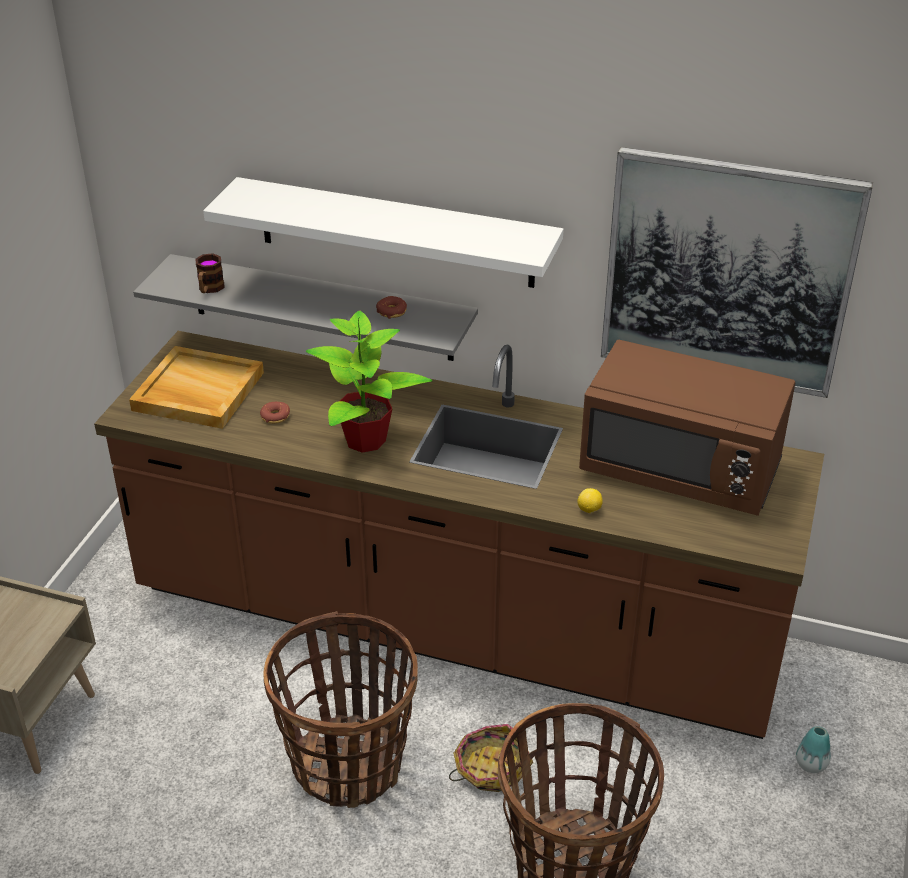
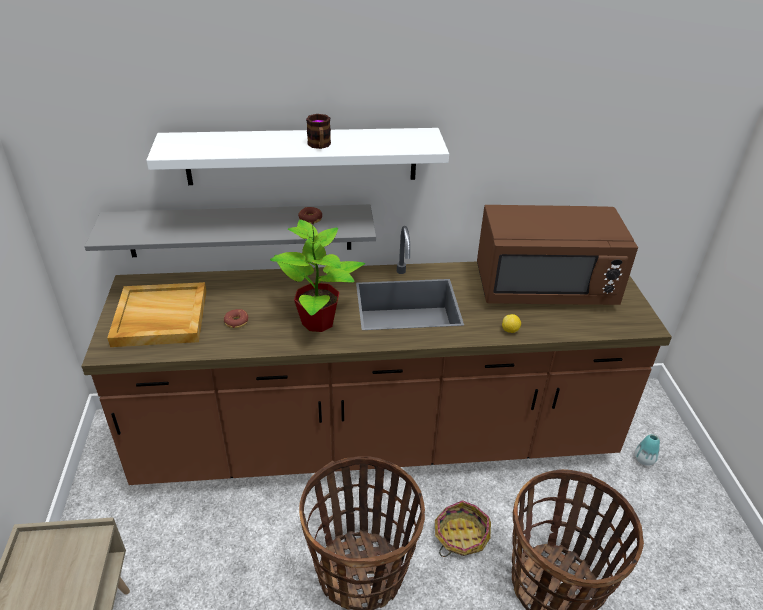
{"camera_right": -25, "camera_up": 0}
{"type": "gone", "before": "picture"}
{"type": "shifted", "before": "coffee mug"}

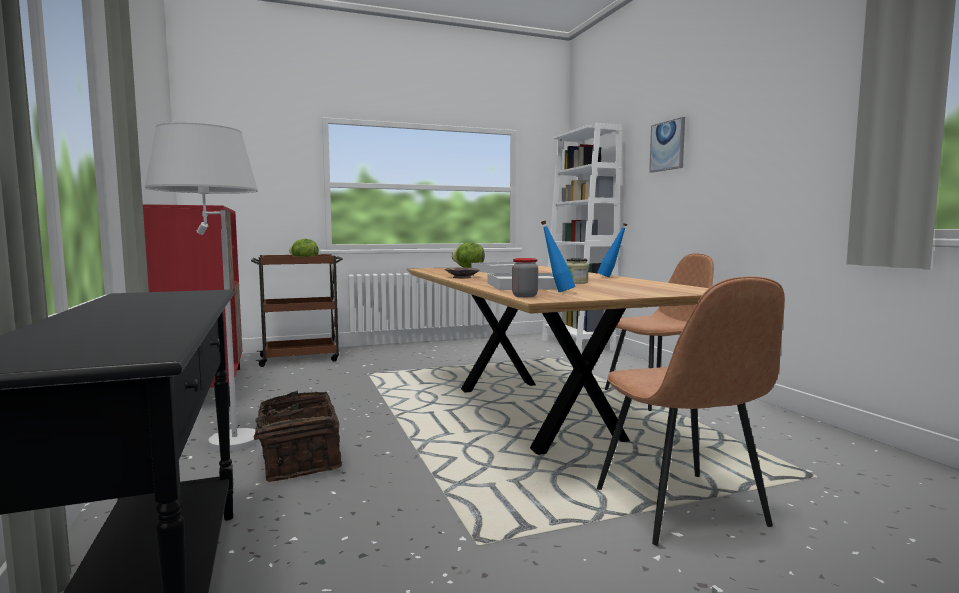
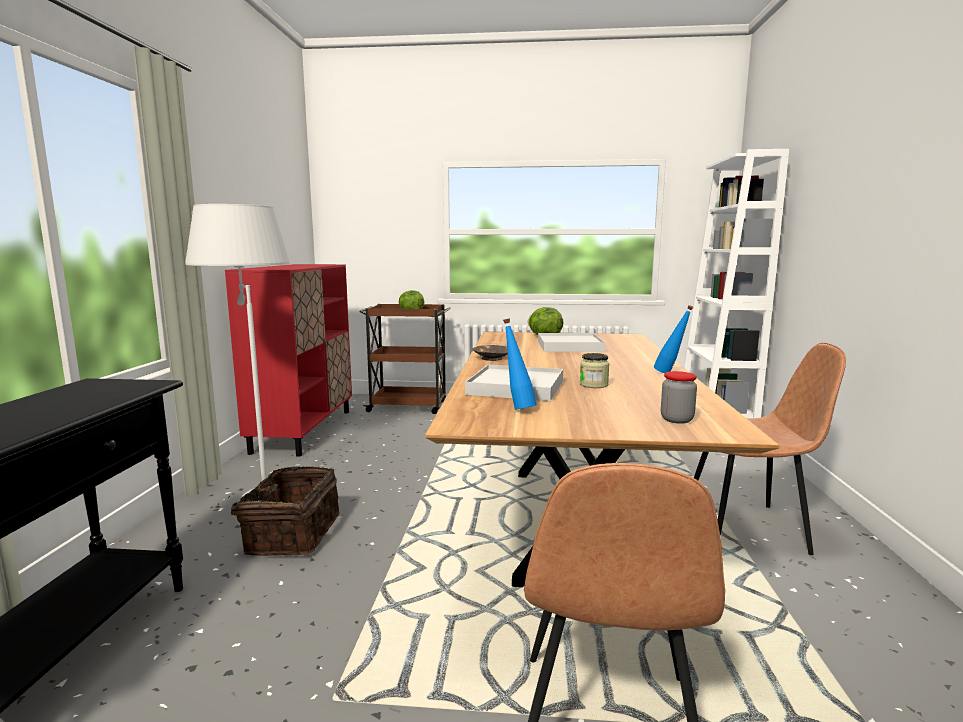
{"camera_right": 25, "camera_up": 5}
{"type": "gone", "before": "picture"}
{"type": "shifted", "before": "jar (no. 1 from left in the first image)", "after": "jar (no. 2 from left)"}

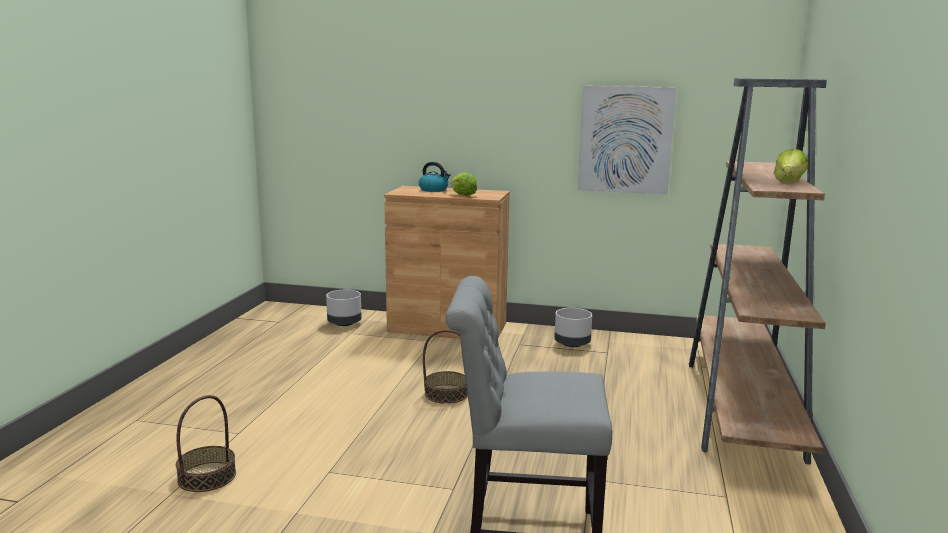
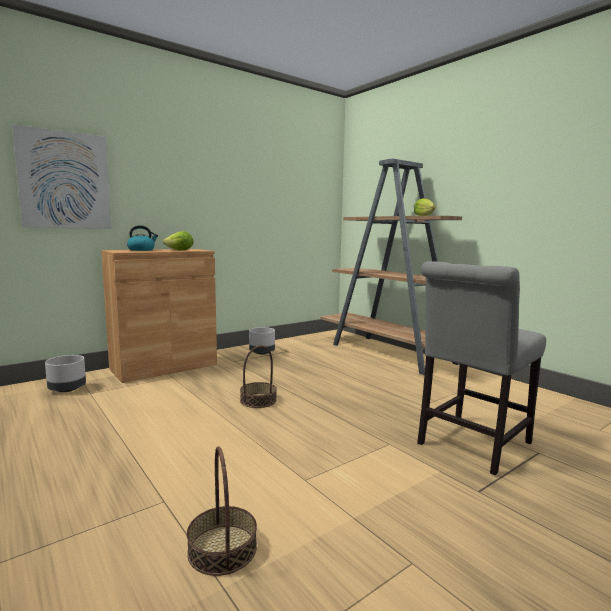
{"camera_right": -50, "camera_up": -5}
{"type": "shifted", "before": "picture"}

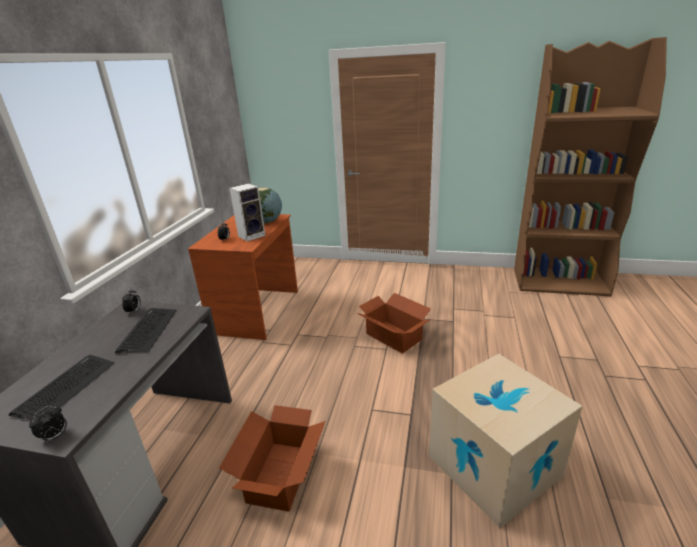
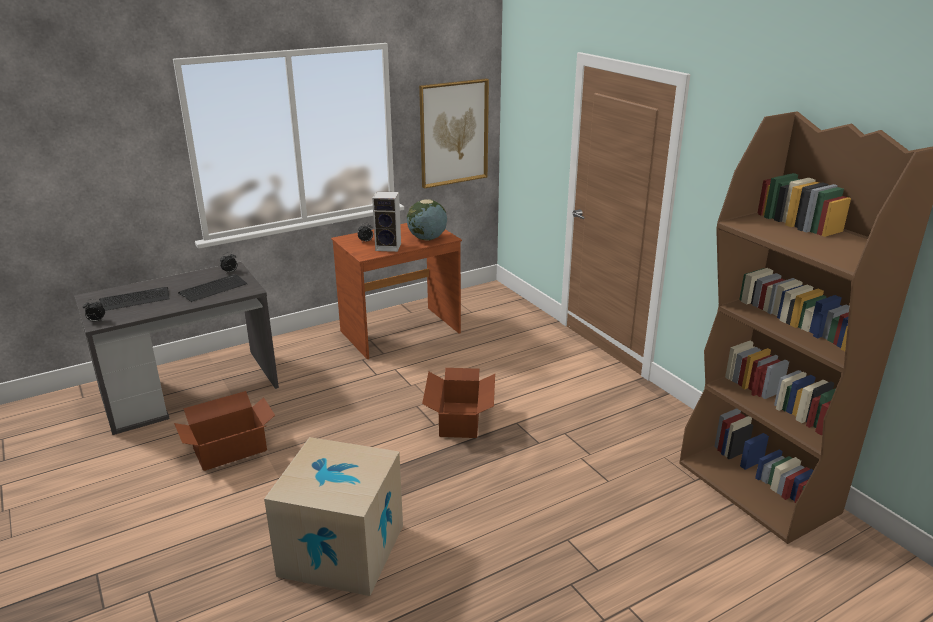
{"camera_right": 45, "camera_up": 0}
{"type": "new", "after": "picture"}

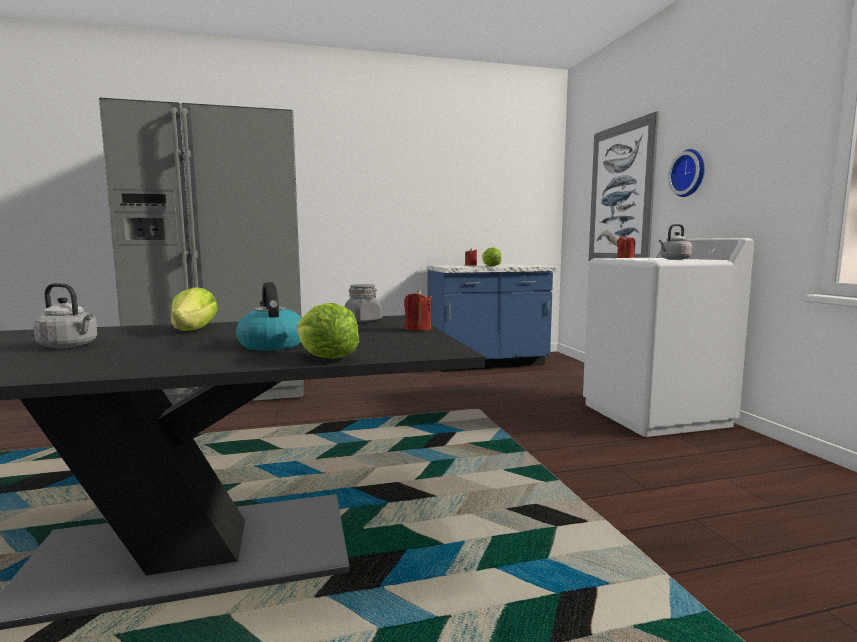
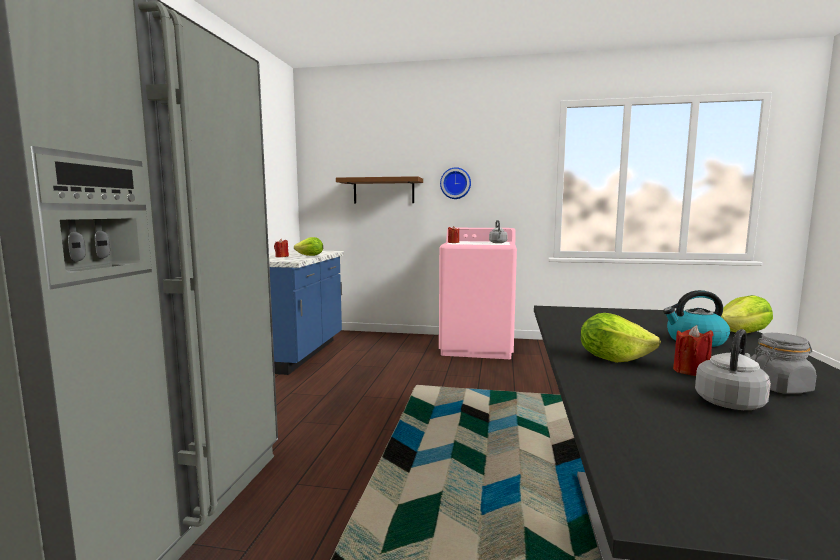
{"camera_right": -65, "camera_up": 0}
{"type": "swapped", "before": "picture", "after": "brown-coloured bracket shelf"}
{"type": "repainted", "before": "white-coloured washing machine", "after": "pink-coloured washing machine"}
{"type": "shifted", "before": "greyish jar"}
{"type": "shifted", "before": "red wax light (no. 1 from left in the first image)", "after": "red wax light (no. 3 from left)"}

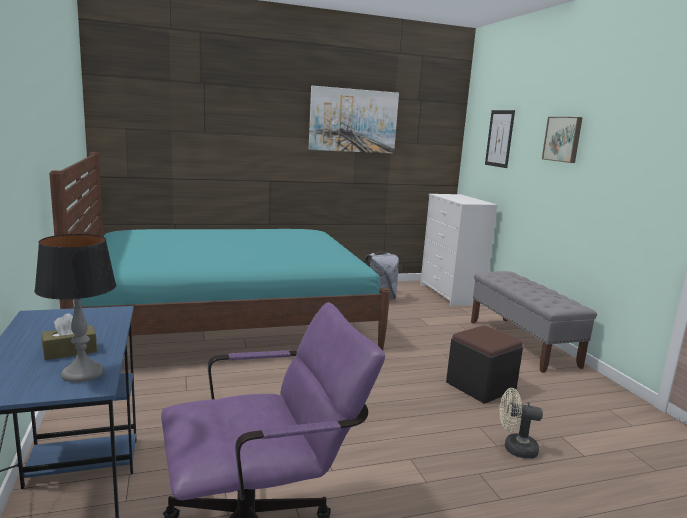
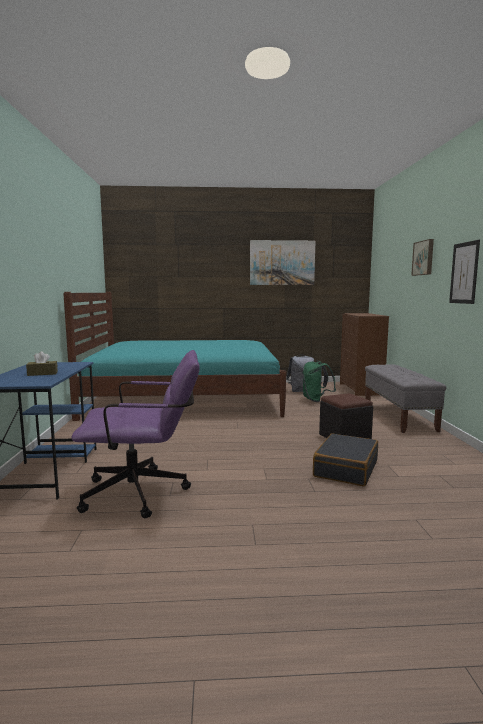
{"camera_right": 15, "camera_up": -5}
{"type": "shifted", "before": "picture (no. 2 from left in the first image)", "after": "picture (no. 3 from left)"}
{"type": "repainted", "before": "white-coloured chest of drawers", "after": "brown-coloured chest of drawers"}
{"type": "gone", "before": "lamp for a table"}
{"type": "swapped", "before": "sand-coloured fan", "after": "black-coloured travel case"}
{"type": "new", "after": "green-coloured rucksack"}

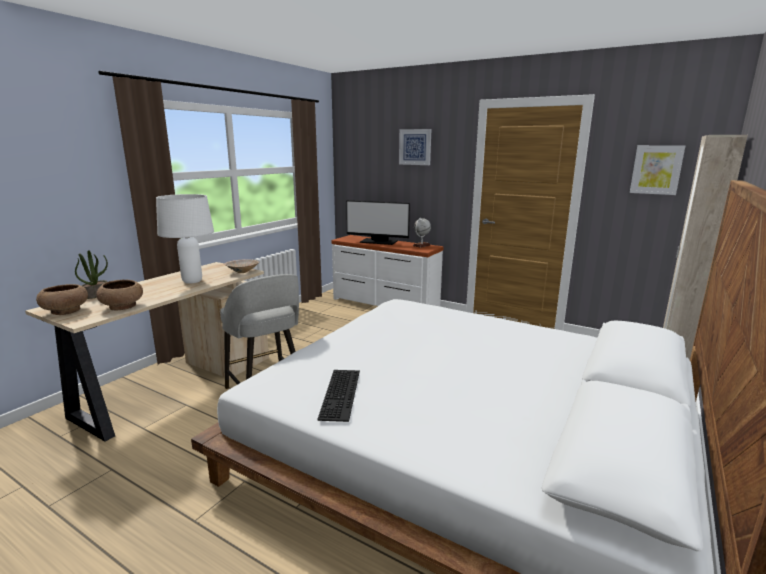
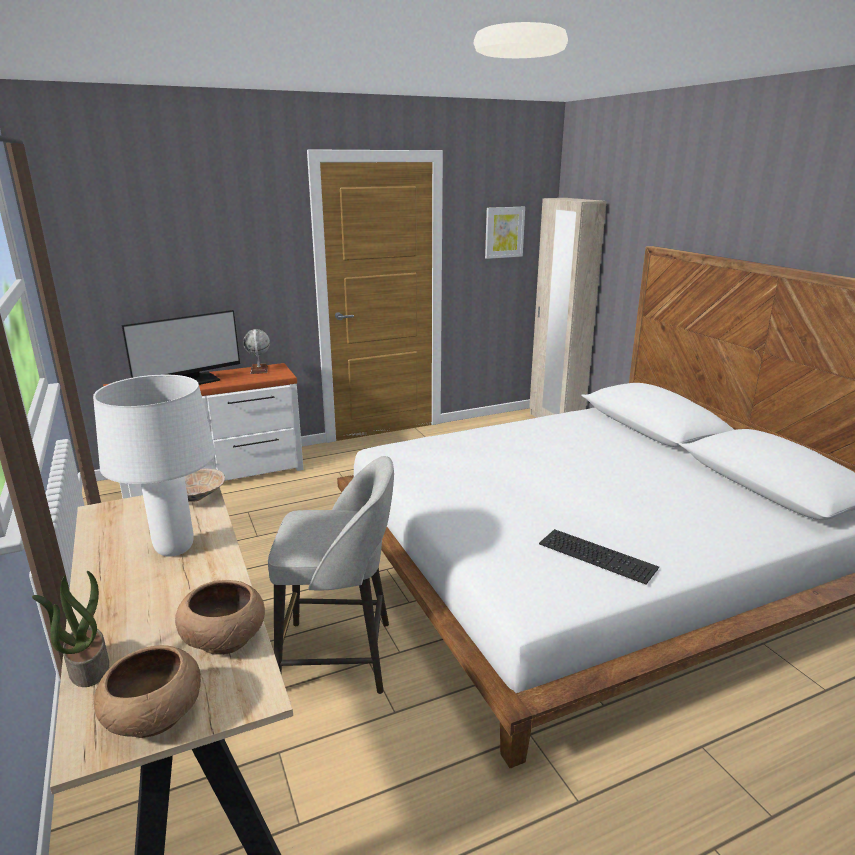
{"camera_right": -55, "camera_up": 5}
{"type": "gone", "before": "picture (no. 1 from left)"}

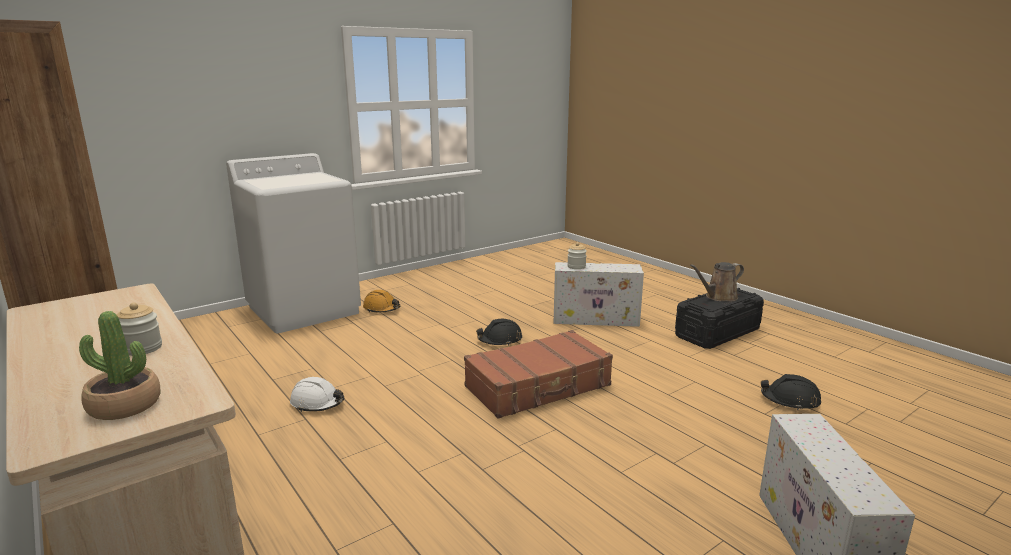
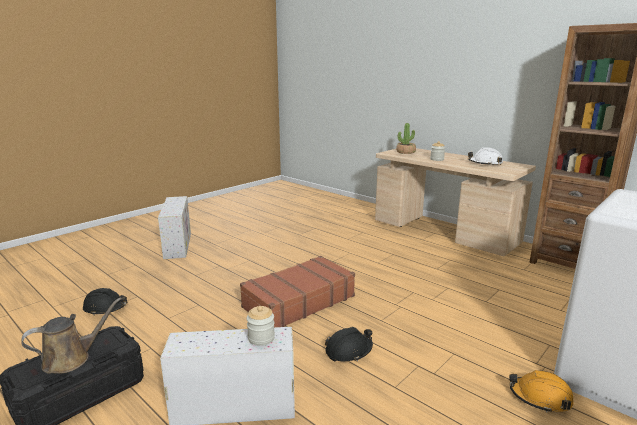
{"camera_right": 170, "camera_up": 0}
{"type": "shifted", "before": "white-coloured hard hat"}

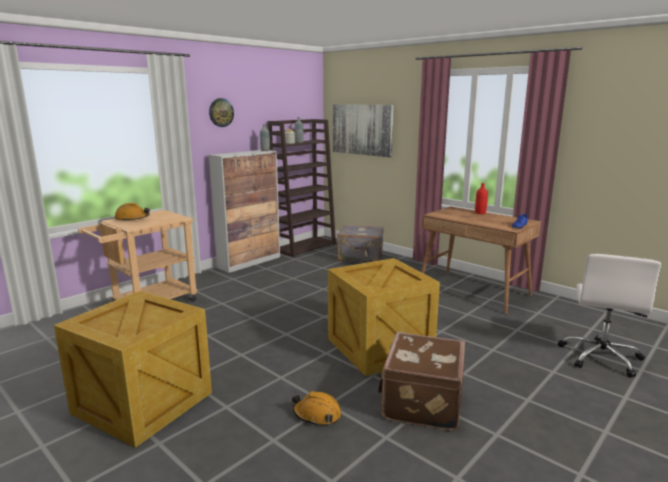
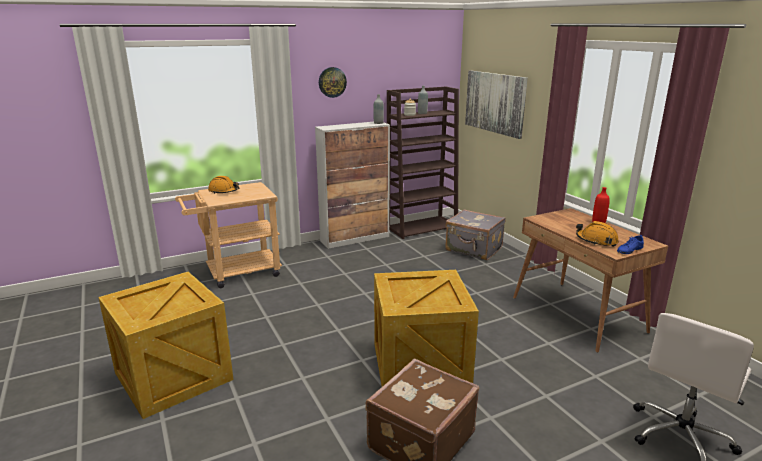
{"camera_right": 20, "camera_up": 5}
{"type": "shifted", "before": "orange hard hat (no. 2 from left)"}

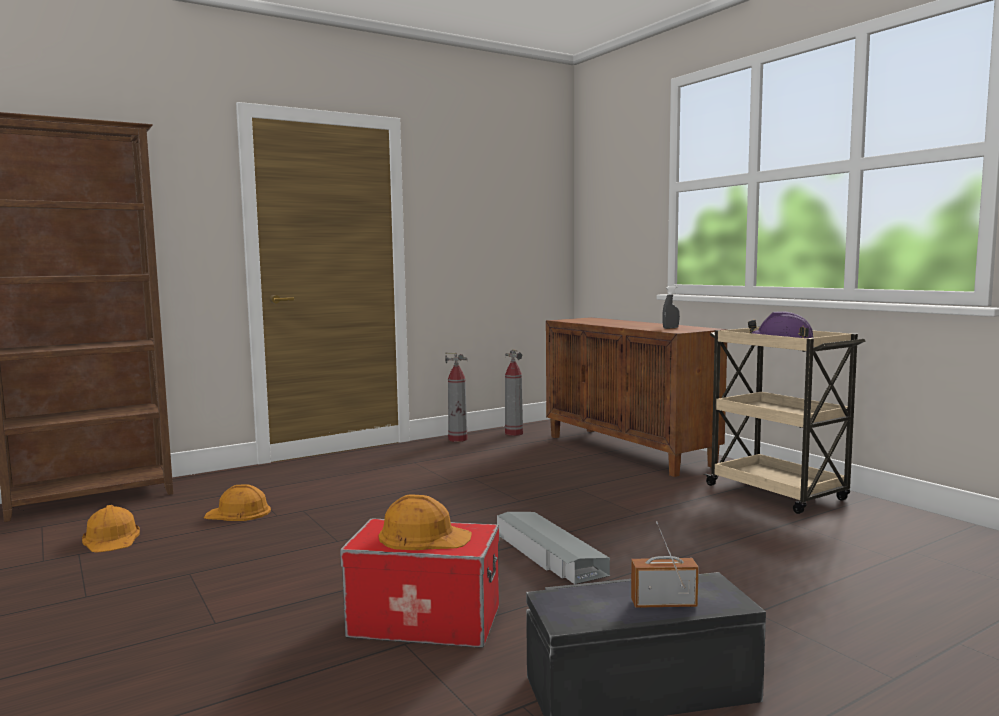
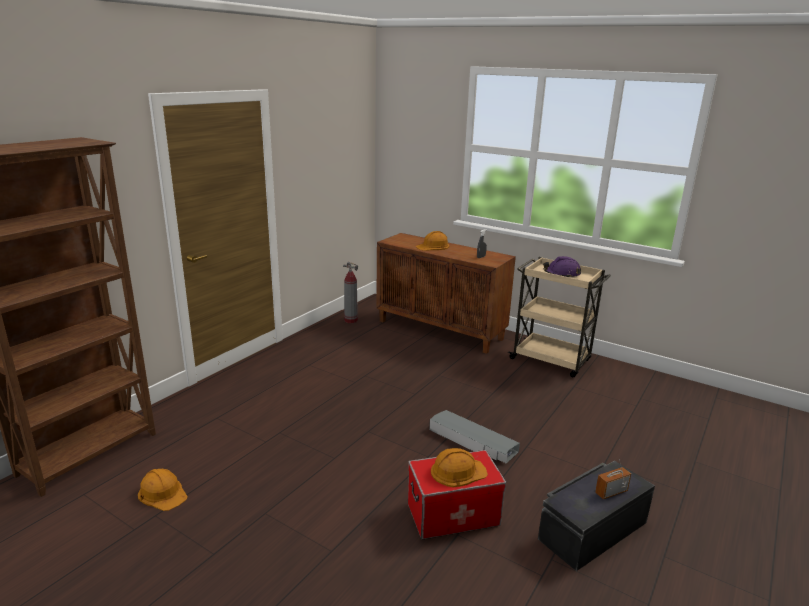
{"camera_right": -25, "camera_up": 15}
{"type": "gone", "before": "extinguisher (no. 1 from left)"}
{"type": "shifted", "before": "orange hard hat (no. 2 from left)"}

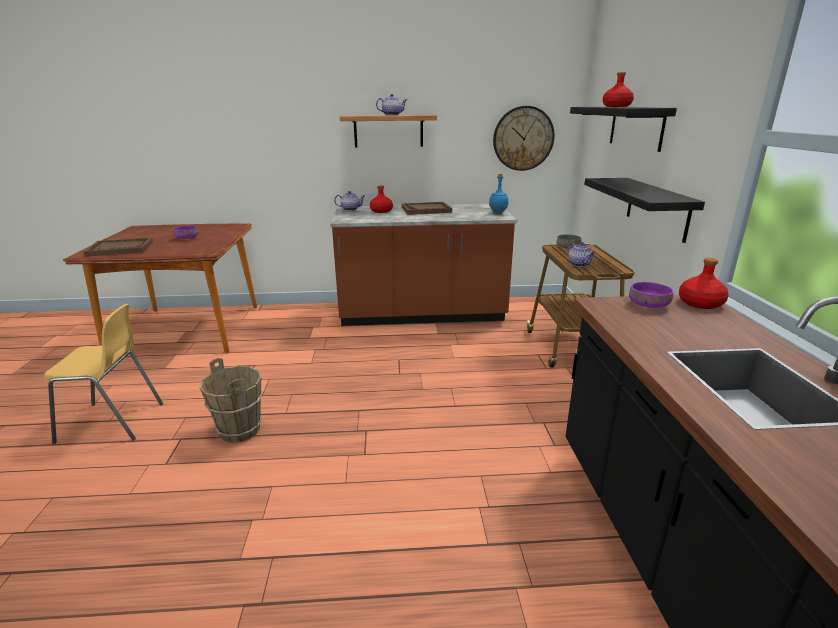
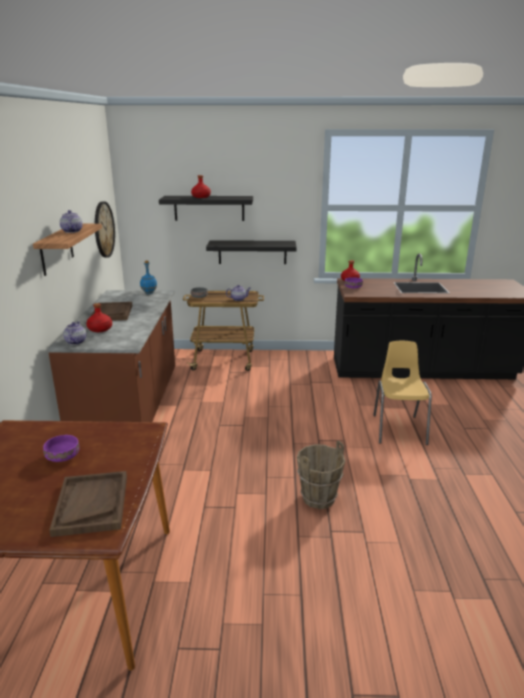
{"camera_right": -85, "camera_up": 0}
{"type": "shifted", "before": "yellow-coloured chair"}

